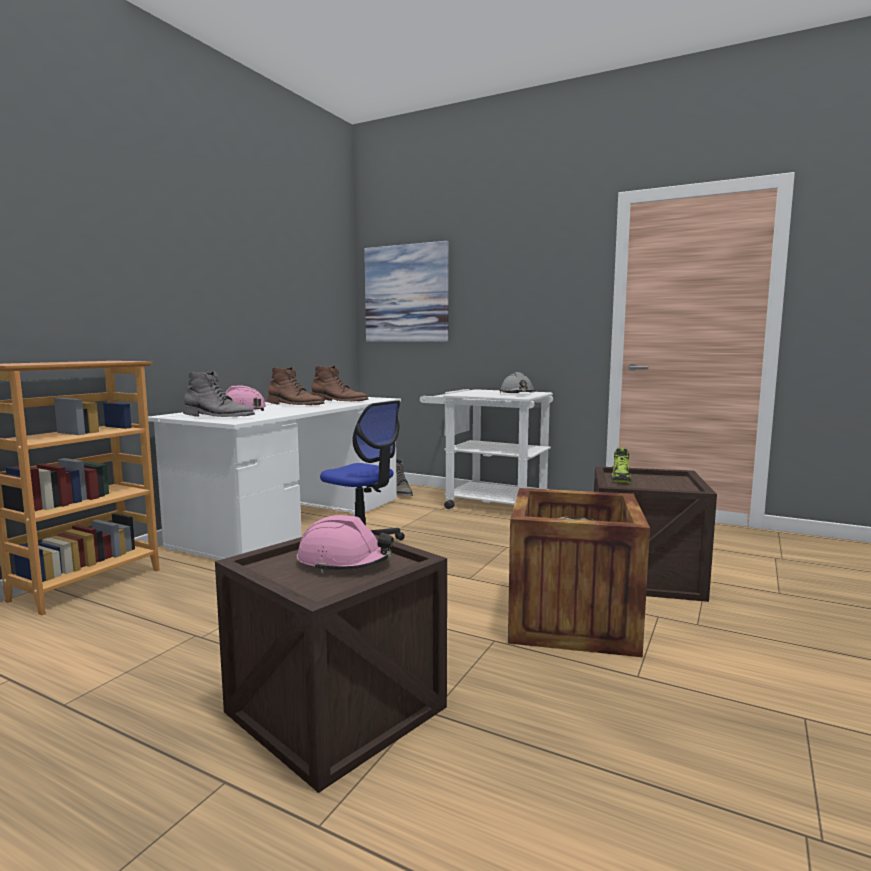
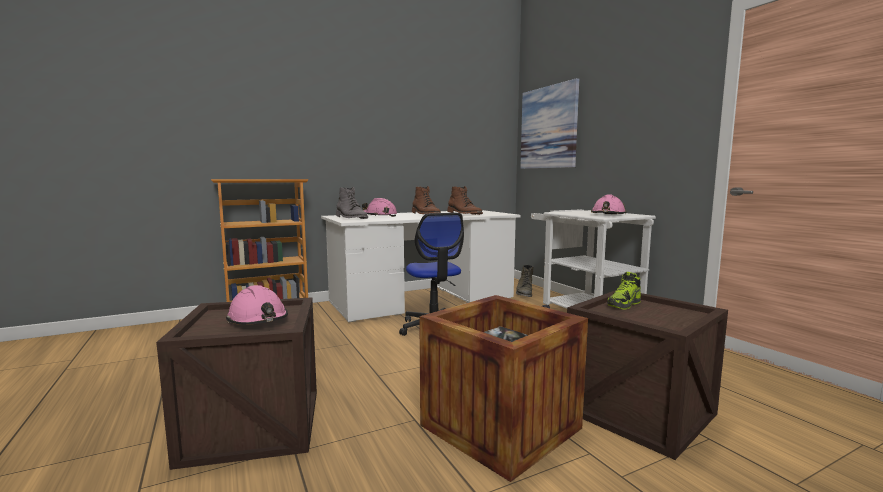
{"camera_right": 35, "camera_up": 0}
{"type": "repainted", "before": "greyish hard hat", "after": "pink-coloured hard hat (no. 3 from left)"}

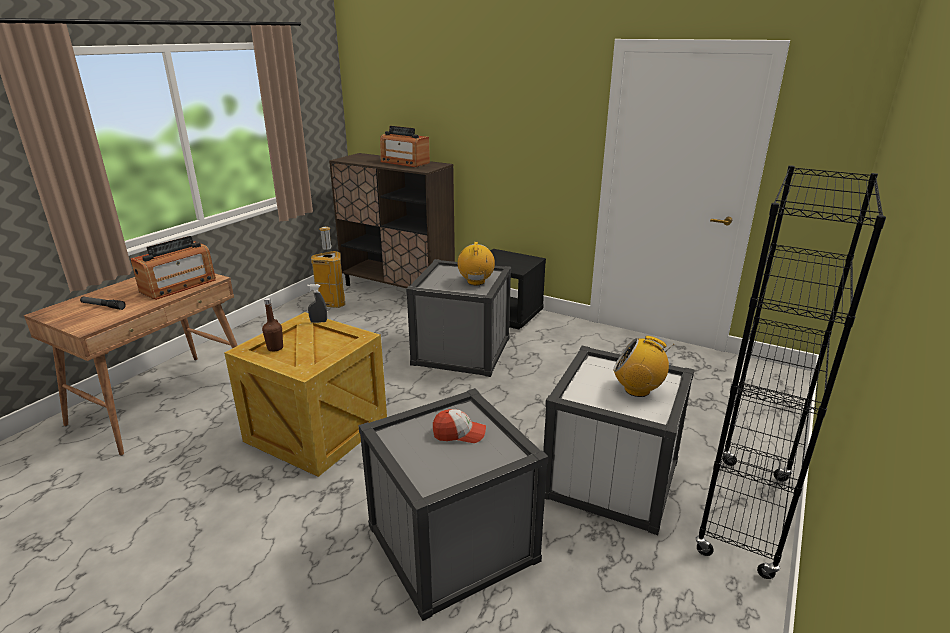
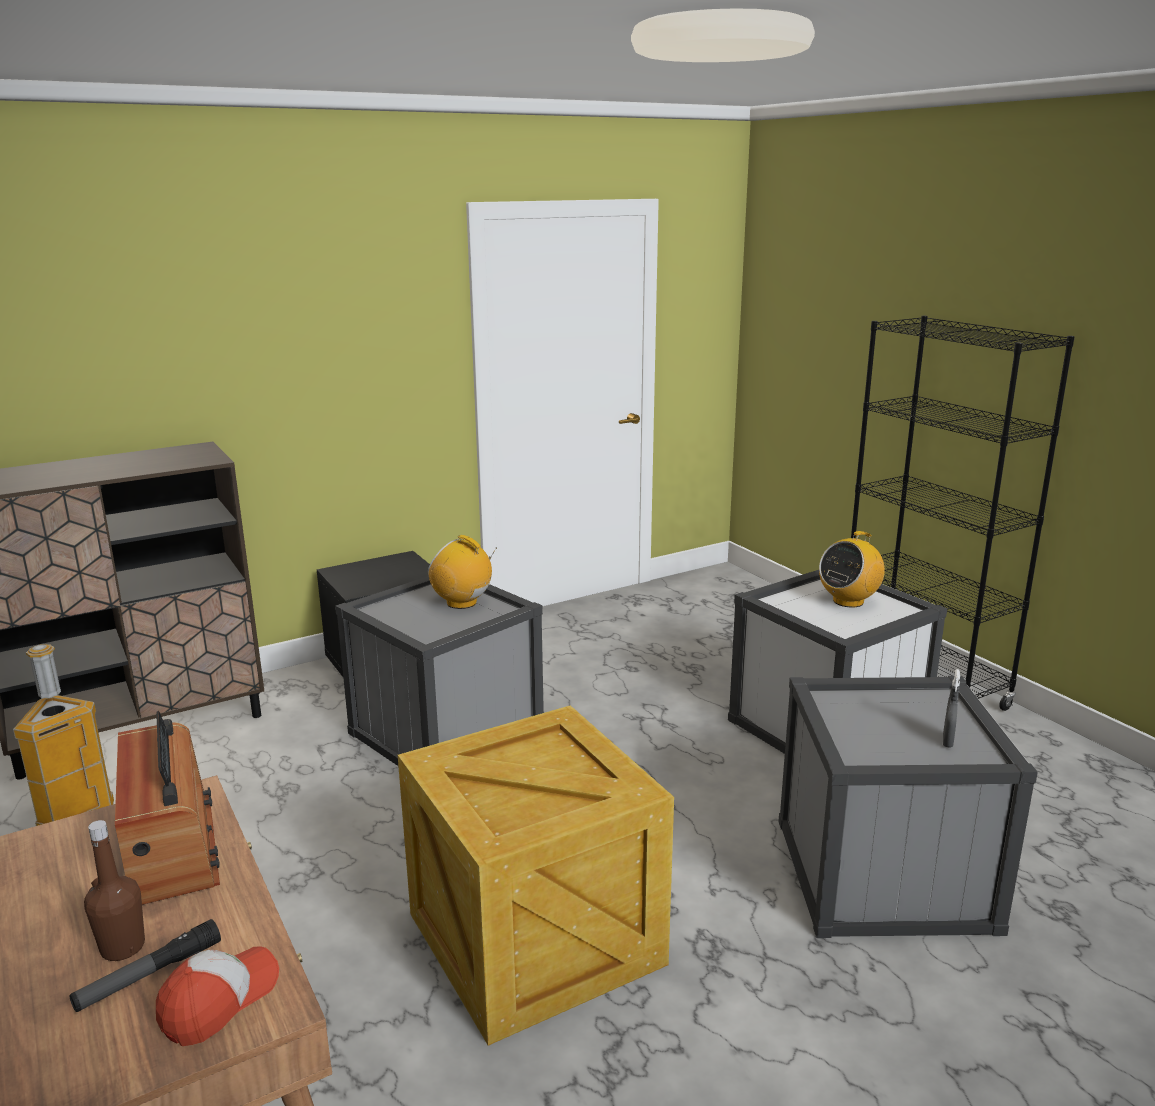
{"camera_right": -60, "camera_up": -5}
{"type": "gone", "before": "radio receiver (no. 2 from left)"}
{"type": "shifted", "before": "greyish spray bottle"}
{"type": "shifted", "before": "brown-coloured bottle"}
{"type": "shifted", "before": "peaked cap"}

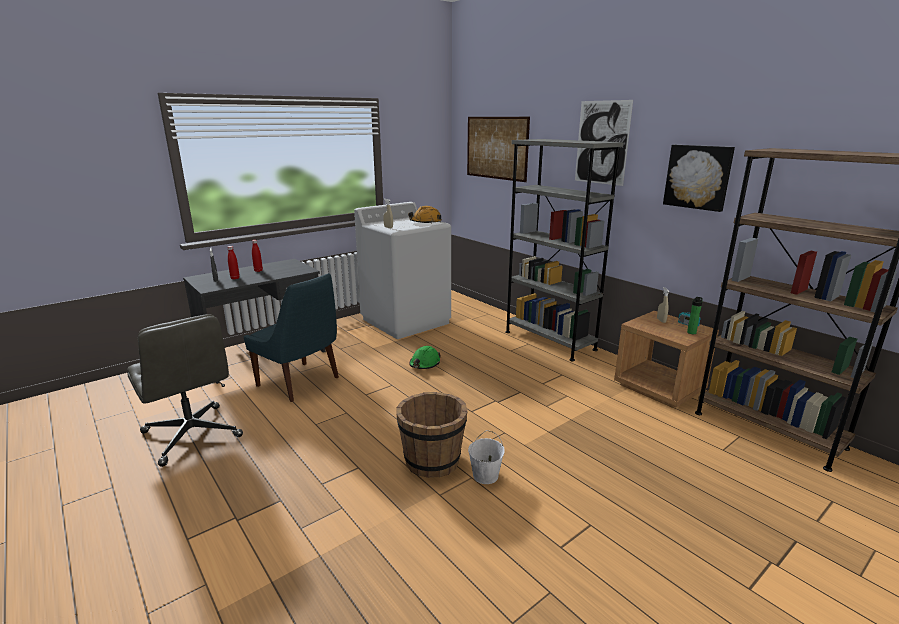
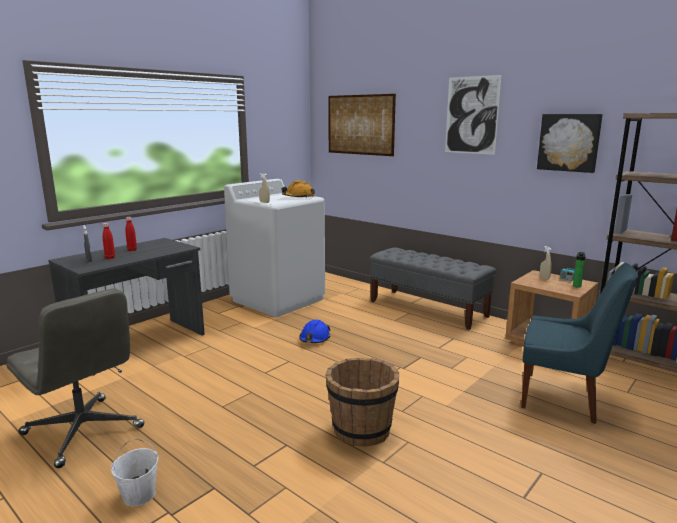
{"camera_right": -10, "camera_up": -5}
{"type": "swapped", "before": "greyish bookshelf", "after": "greyish long seat"}
{"type": "shifted", "before": "blue-coloured chair"}
{"type": "repainted", "before": "green-coloured hard hat", "after": "blue-coloured hard hat"}
{"type": "shifted", "before": "white-coloured bucket"}

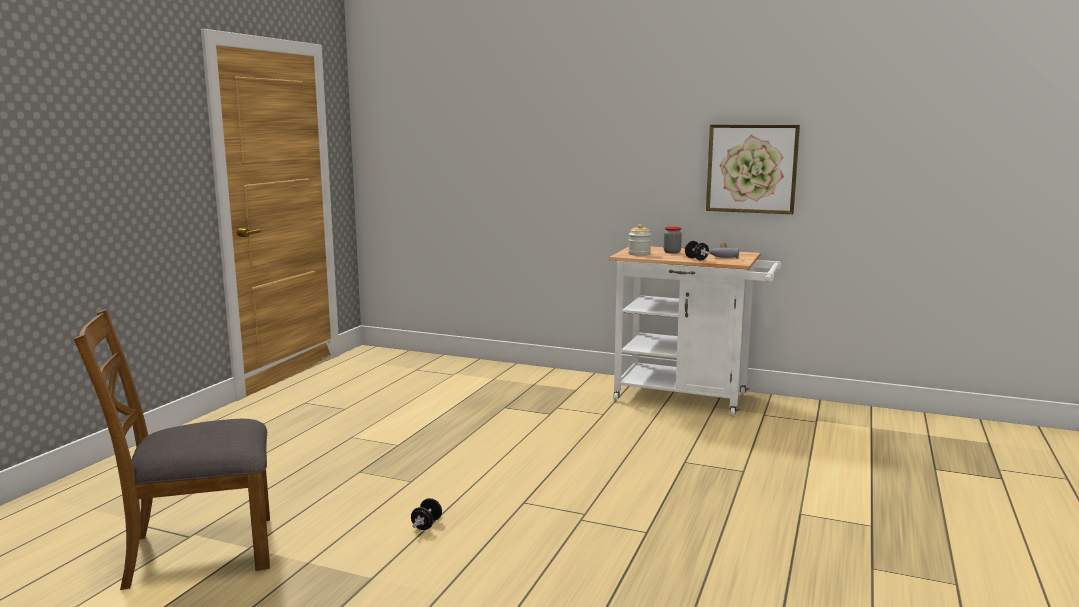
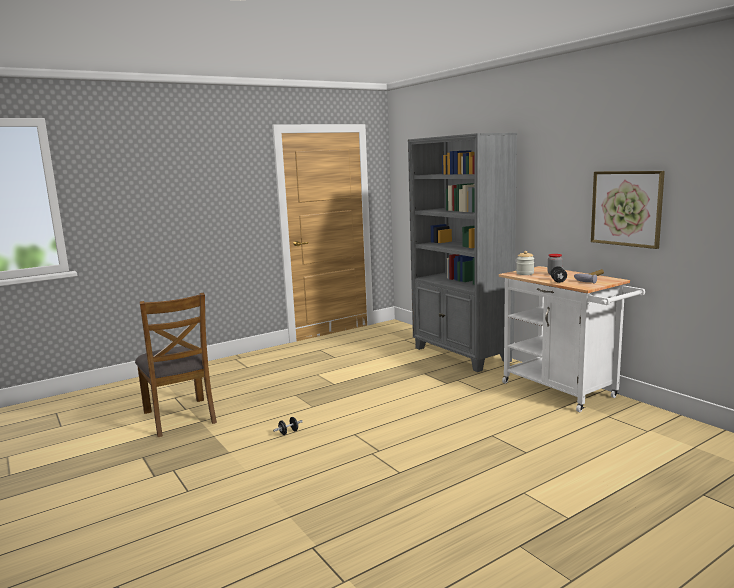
{"camera_right": 35, "camera_up": 0}
{"type": "rotated", "before": "brown-coloured chair", "turn": -135}
{"type": "new", "after": "greyish bookshelf"}

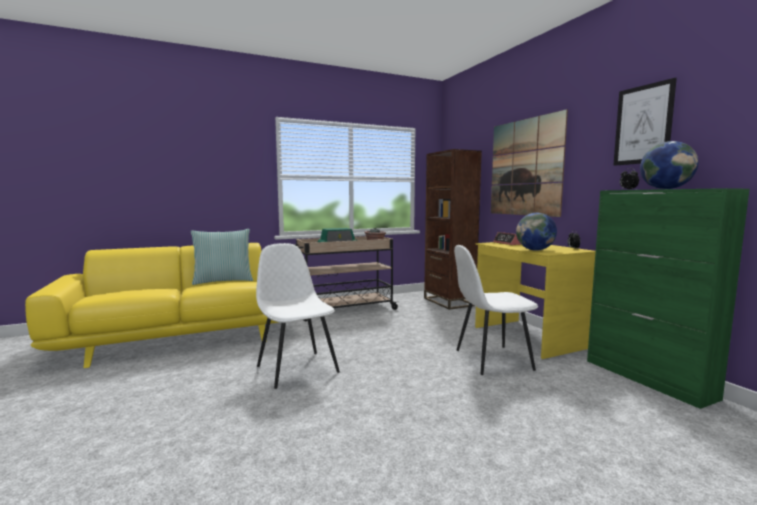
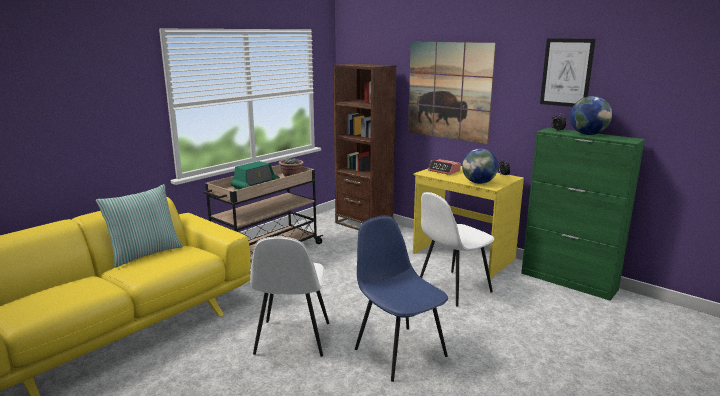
{"camera_right": -25, "camera_up": 10}
{"type": "rotated", "before": "white-coloured chair (no. 1 from left)", "turn": -120}
{"type": "new", "after": "blue-coloured chair"}

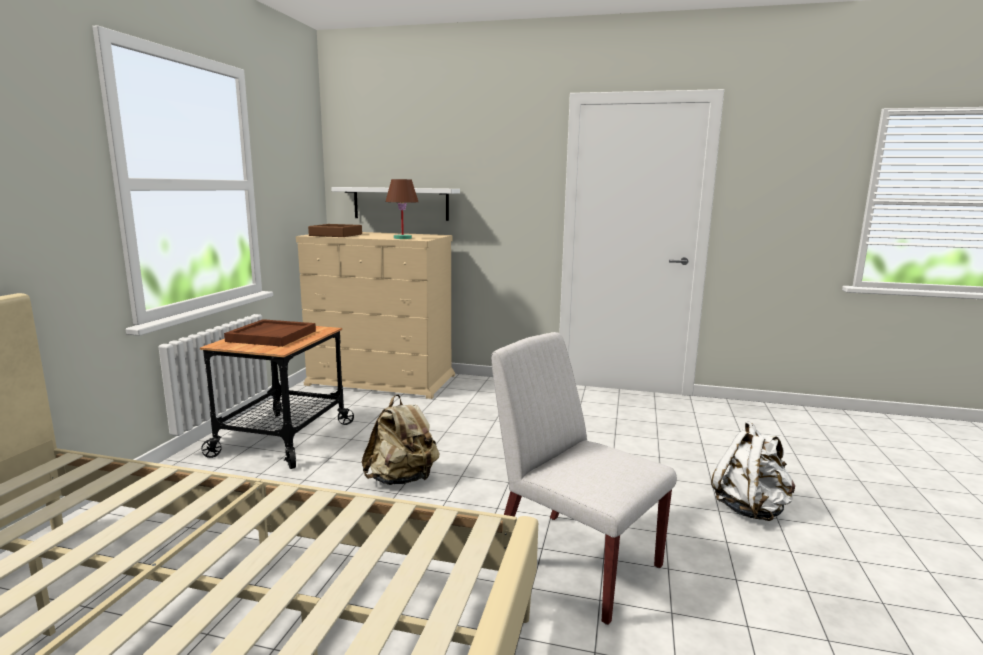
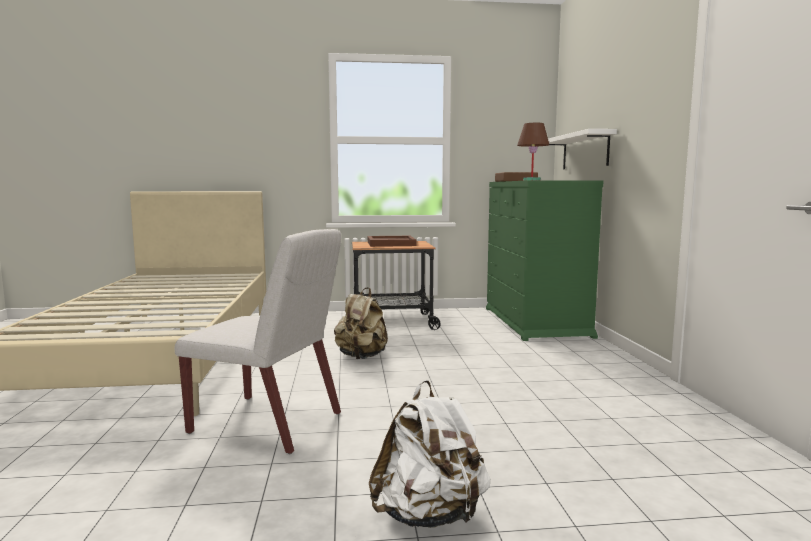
{"camera_right": 70, "camera_up": -5}
{"type": "repainted", "before": "sand-coloured chest of drawers", "after": "green-coloured chest of drawers"}
{"type": "rotated", "before": "white-coloured chair", "turn": 90}

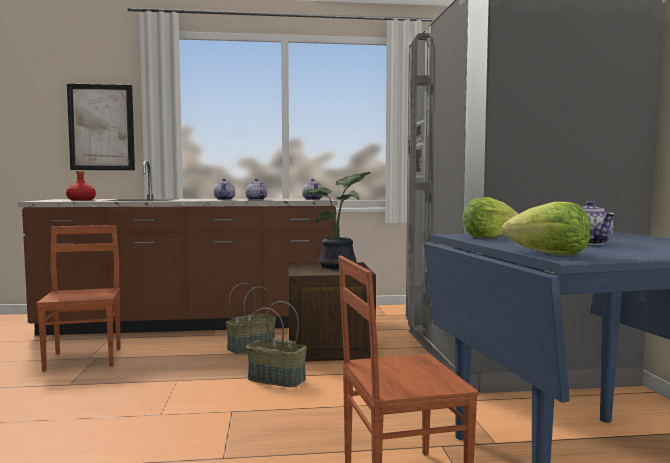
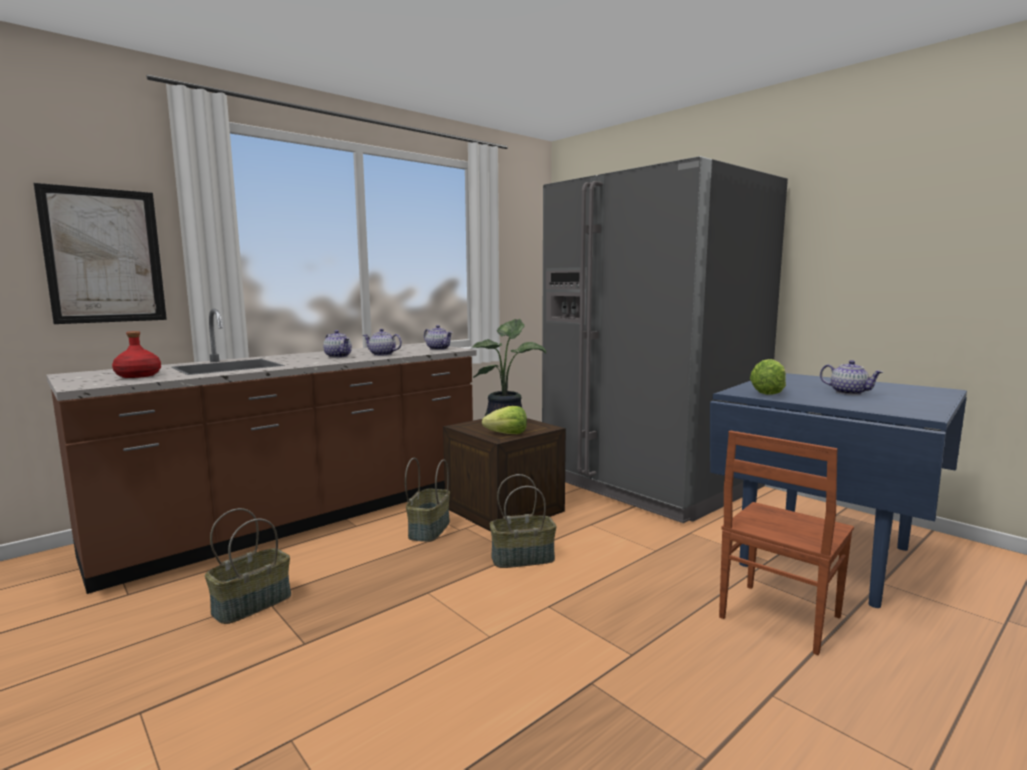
{"camera_right": -35, "camera_up": 5}
{"type": "shifted", "before": "lettuce head (no. 2 from left in the first image)", "after": "lettuce head (no. 1 from left)"}
{"type": "swapped", "before": "brown-coloured chair (no. 1 from left)", "after": "household basket (no. 1 from left)"}

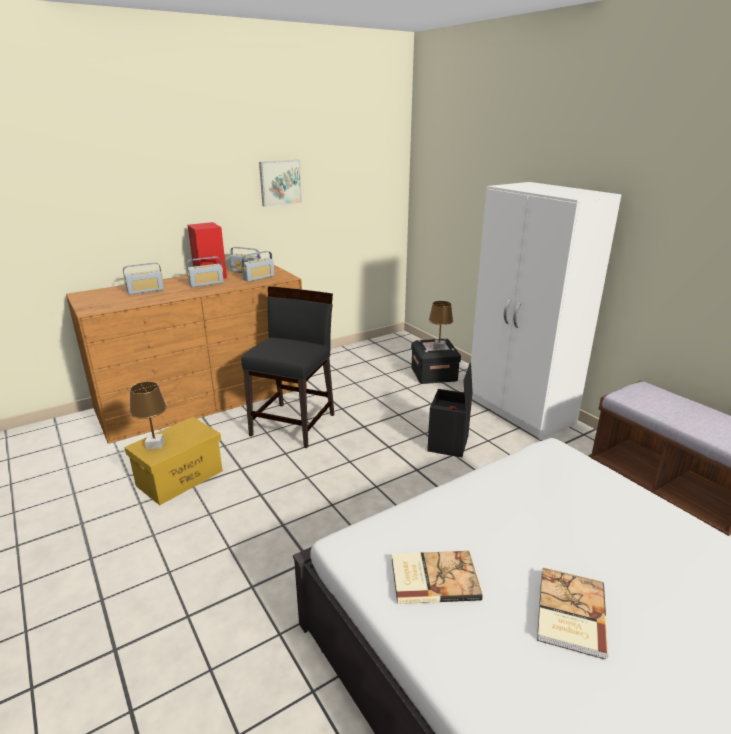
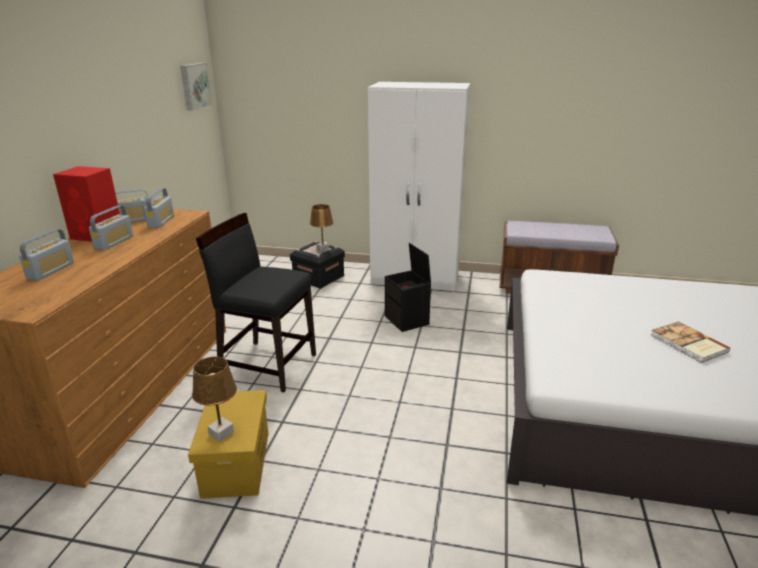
{"camera_right": -45, "camera_up": 0}
{"type": "shifted", "before": "picture"}
{"type": "rotated", "before": "black-coloured chair", "turn": -45}
{"type": "gone", "before": "volume (no. 1 from left)"}

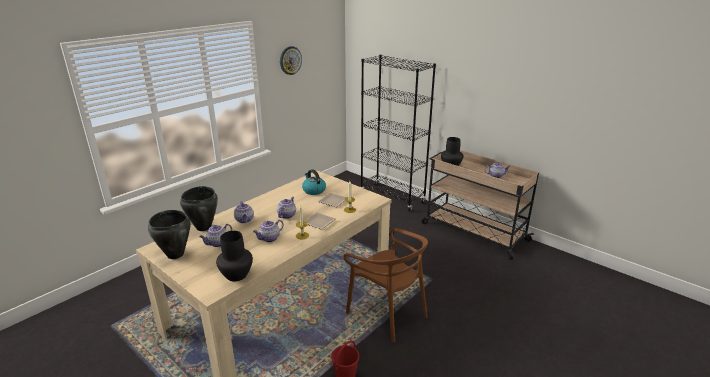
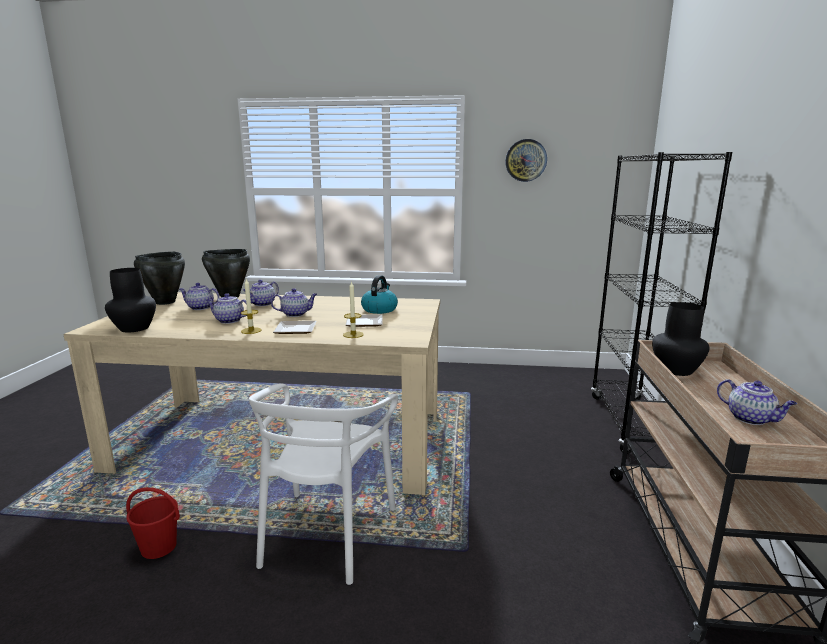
{"camera_right": 55, "camera_up": -10}
{"type": "repainted", "before": "brown-coloured chair", "after": "white-coloured chair"}

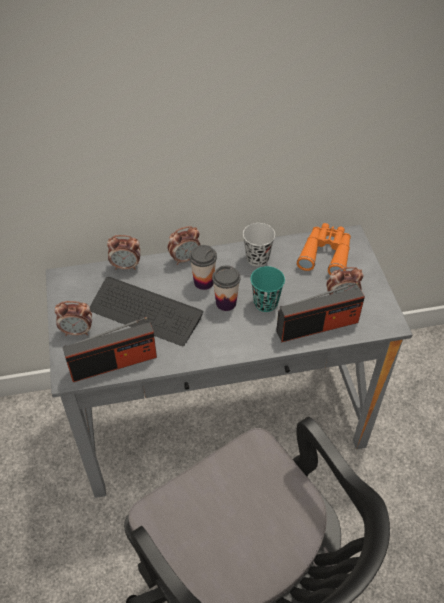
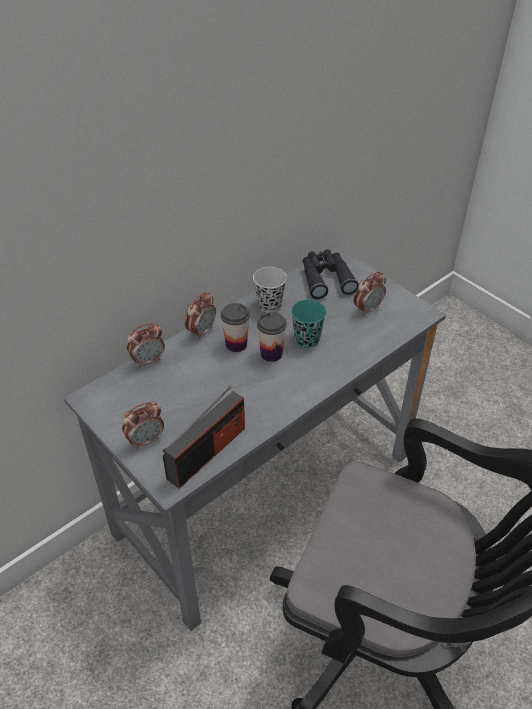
{"camera_right": -30, "camera_up": -5}
{"type": "repainted", "before": "orange pair of binoculars", "after": "black-coloured pair of binoculars"}
{"type": "gone", "before": "PC keyboard"}
{"type": "gone", "before": "radio receiver (no. 2 from left)"}

